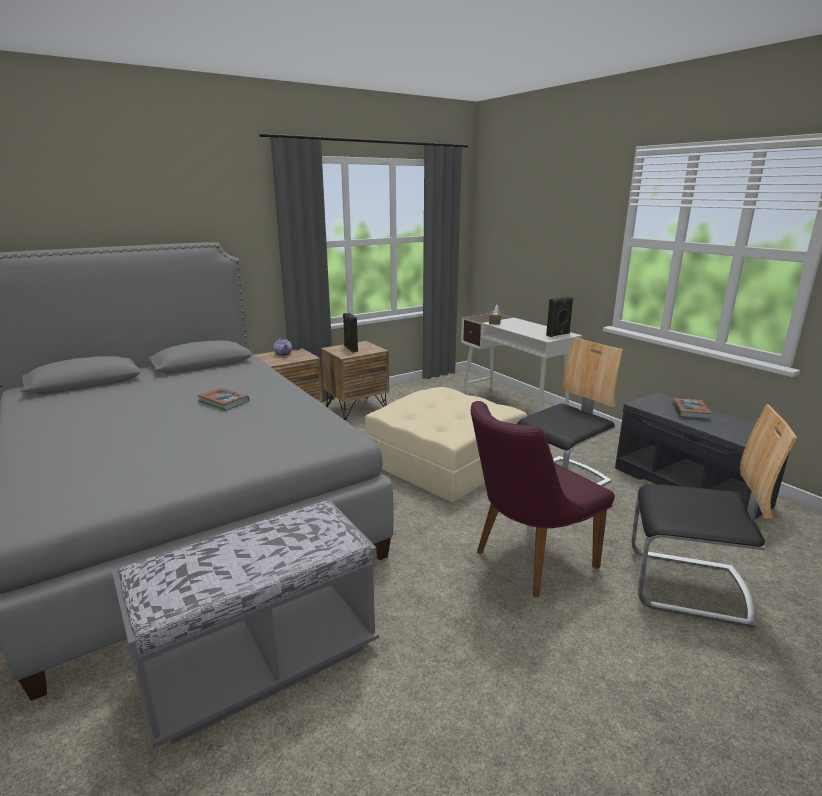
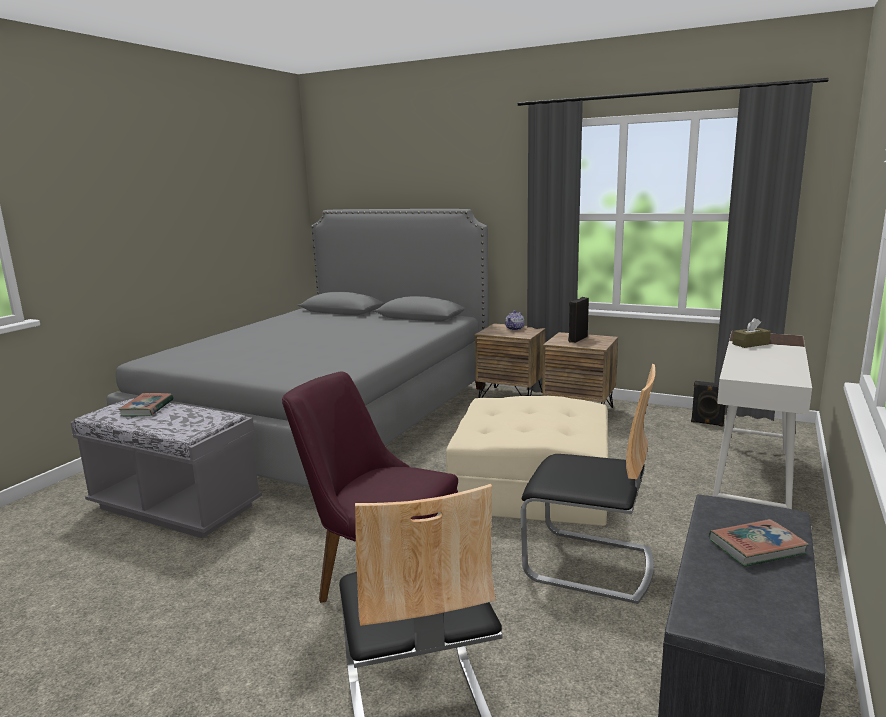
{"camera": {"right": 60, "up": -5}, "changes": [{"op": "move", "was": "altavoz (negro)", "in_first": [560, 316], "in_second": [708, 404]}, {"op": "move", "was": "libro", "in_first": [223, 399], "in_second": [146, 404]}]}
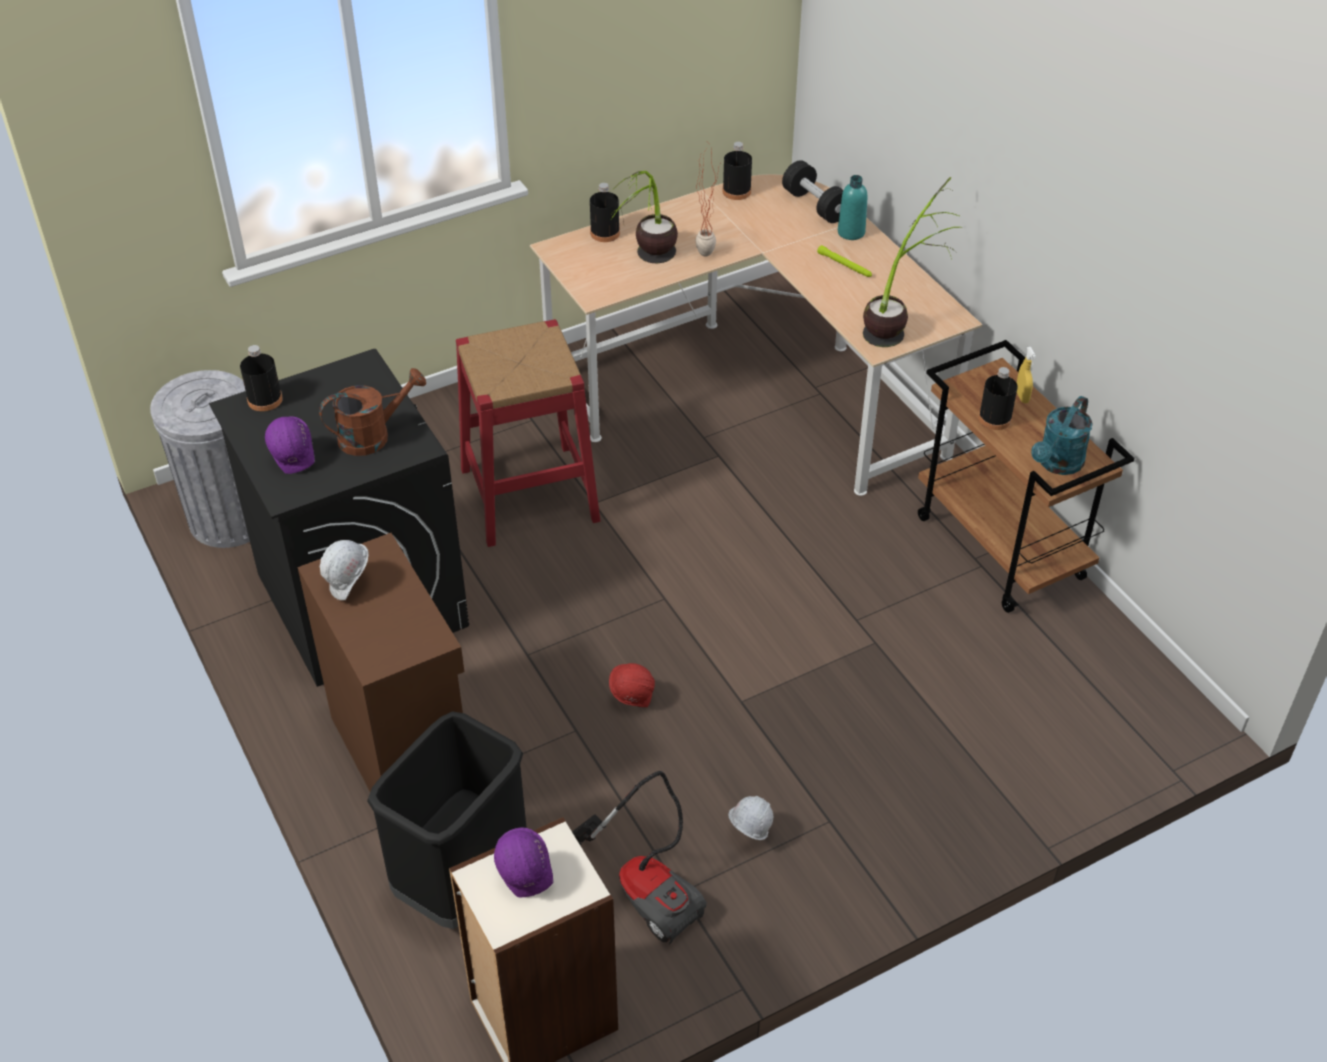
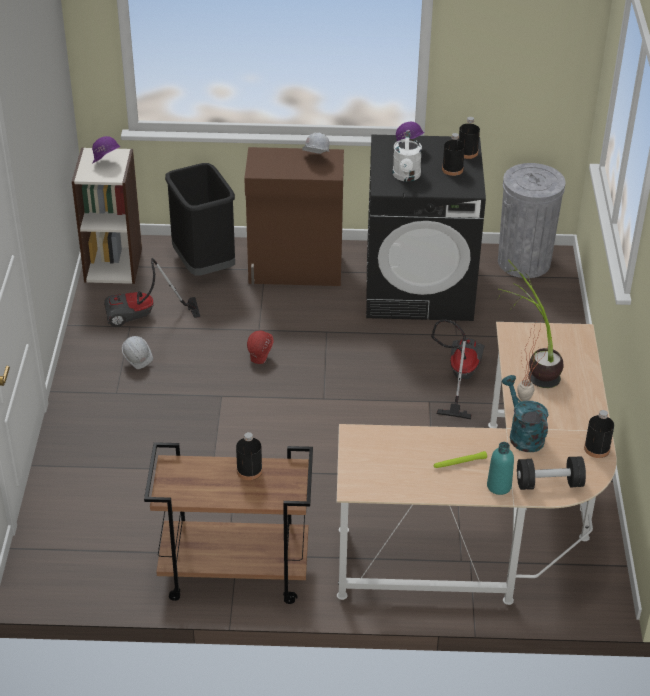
{"camera": {"right": 120, "up": -5}, "changes": [{"op": "delete", "was": "planta en maceta", "in_first": [912, 262]}, {"op": "move", "was": "botella (negro)", "in_first": [605, 212], "in_second": [453, 154]}, {"op": "replace", "was": "taburete (rojo)", "now": "aspiradora", "in_first": [528, 433], "in_second": [458, 369]}, {"op": "delete", "was": "pulverizador (amarillo)", "in_first": [1026, 375]}, {"op": "recolor", "was": "regadera (marrón)", "now": "regadera (blanco)", "in_first": [372, 412], "in_second": [407, 156]}, {"op": "move", "was": "regadera (turquesa)", "in_first": [1062, 435], "in_second": [525, 413]}]}
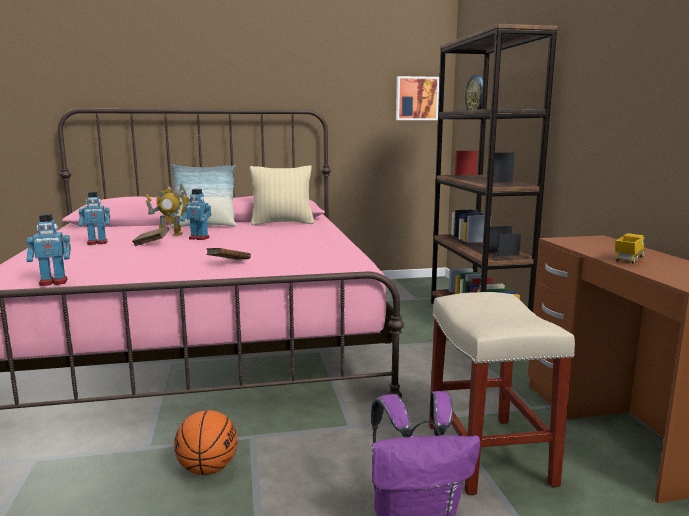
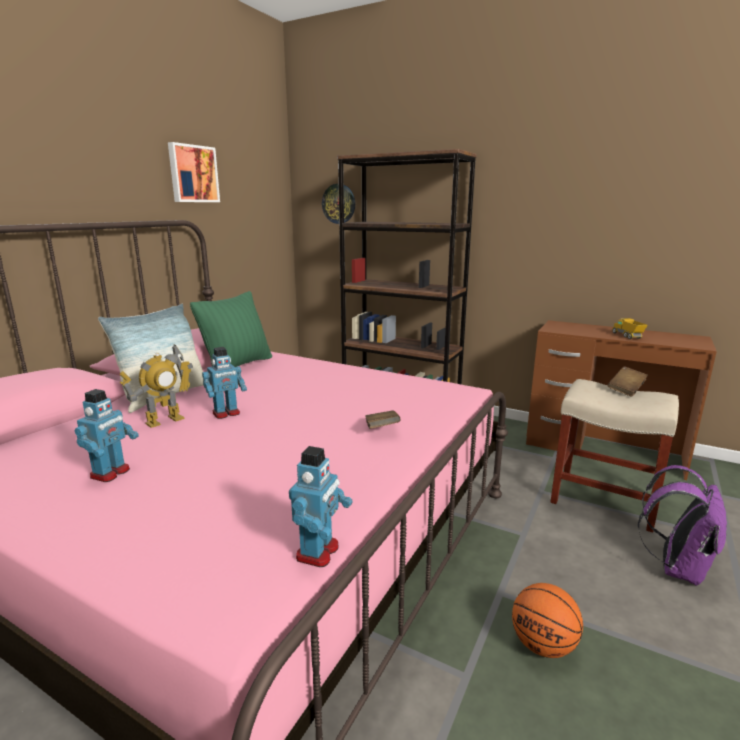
{"camera": {"right": -50, "up": 5}, "changes": [{"op": "move", "was": "cuadro", "in_first": [417, 98], "in_second": [194, 172]}, {"op": "recolor", "was": "cojín (beis)", "now": "cojín (verde)", "in_first": [282, 195], "in_second": [231, 329]}, {"op": "move", "was": "libro (marrón)", "in_first": [151, 236], "in_second": [627, 381]}]}
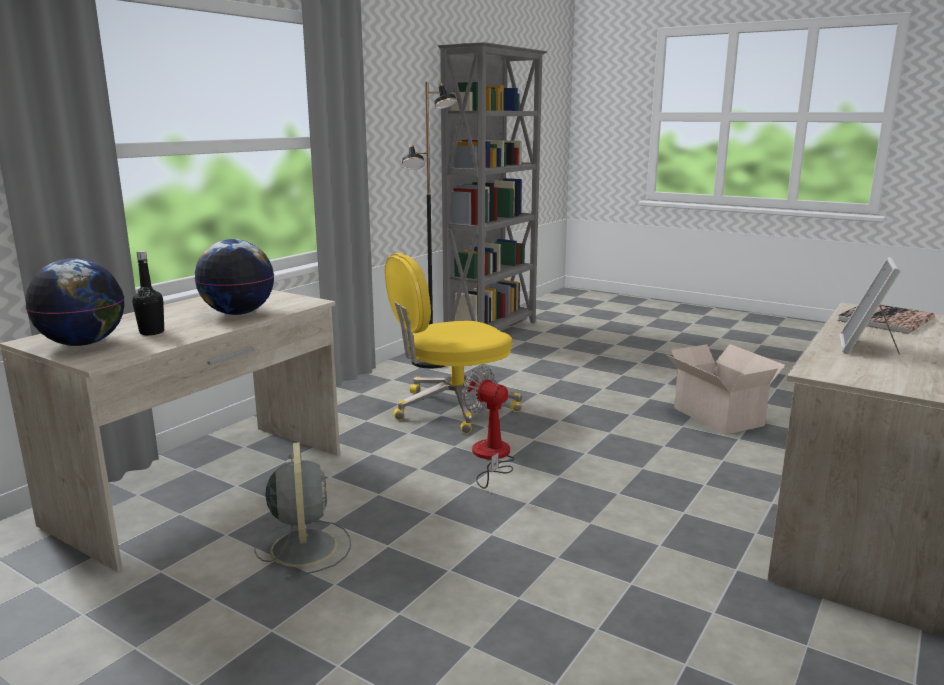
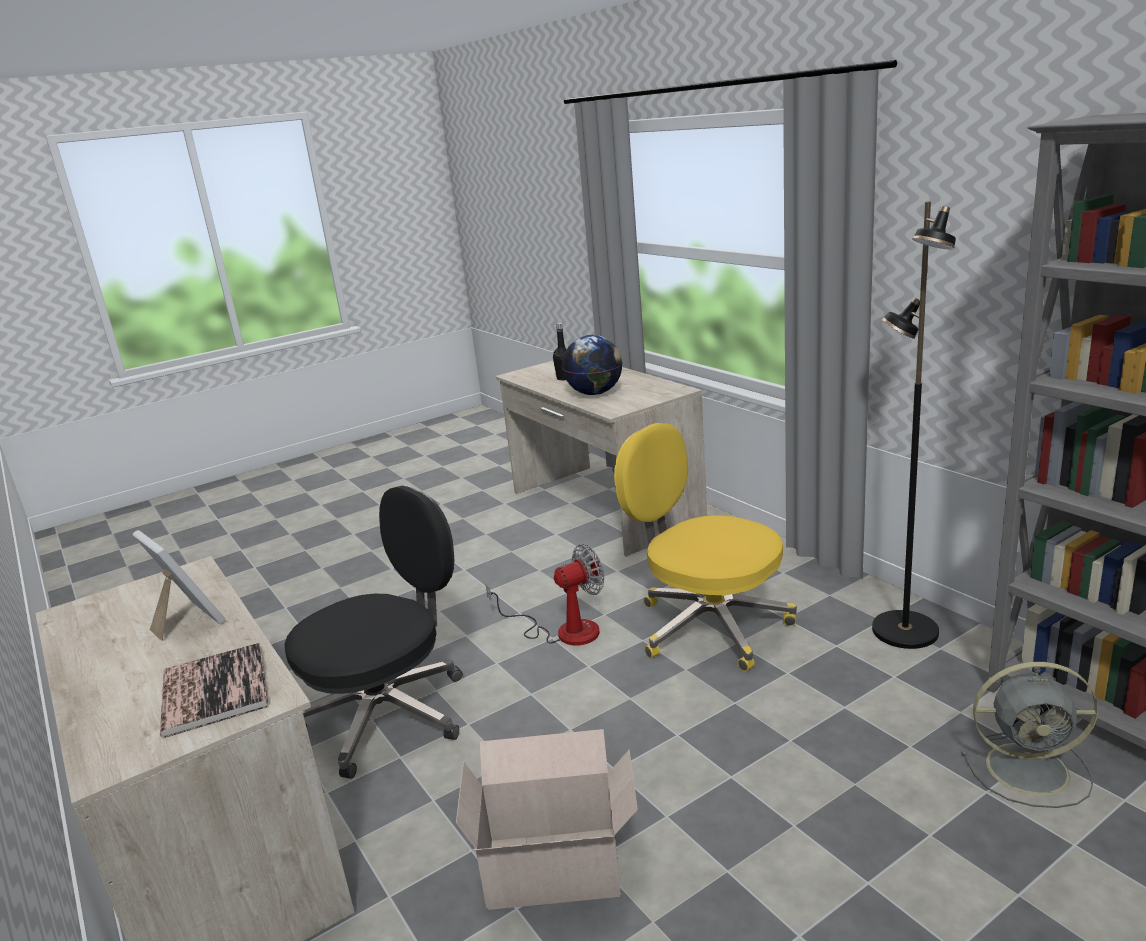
{"camera": {"right": 115, "up": 5}, "changes": [{"op": "rotate", "was": "silla de oficina (amarillo)", "in_first": [453, 343], "in_second": [705, 547], "clockwise": -45}, {"op": "delete", "was": "globo terráqueo", "in_first": [75, 302]}, {"op": "move", "was": "ventilador (gris)", "in_first": [302, 511], "in_second": [1029, 735]}, {"op": "insert", "now": "silla de oficina (negro)", "in_second": [373, 632]}]}
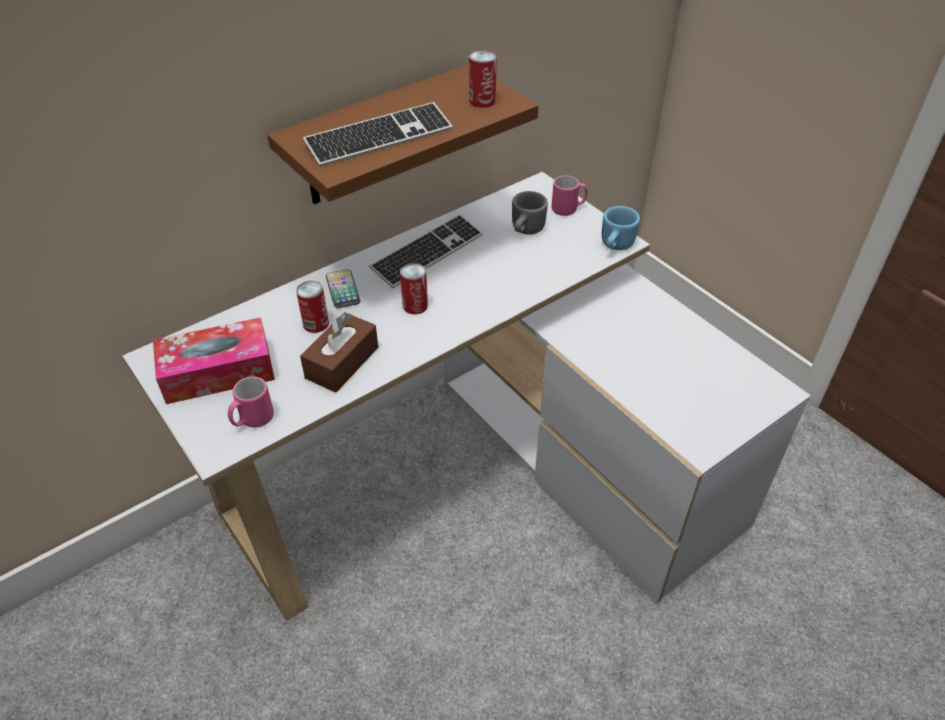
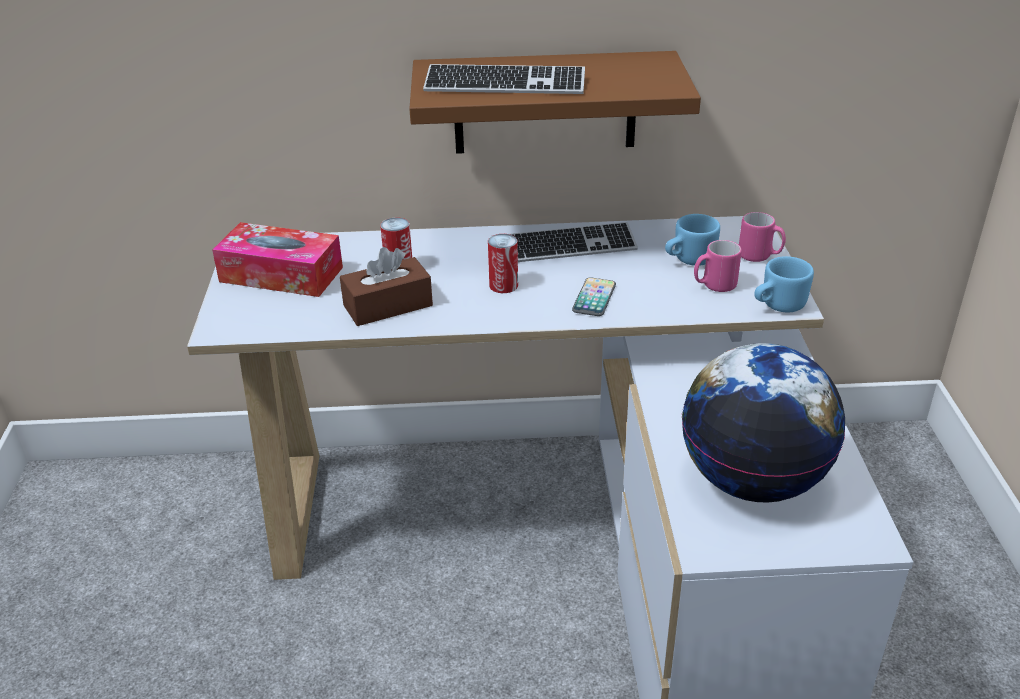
{"camera": {"right": 35, "up": -10}, "changes": [{"op": "delete", "was": "lata", "in_first": [483, 79]}, {"op": "recolor", "was": "taza grande (gris)", "now": "taza grande (azul)", "in_first": [530, 213], "in_second": [692, 240]}, {"op": "move", "was": "móvil", "in_first": [343, 289], "in_second": [594, 296]}, {"op": "move", "was": "taza grande (rosa)", "in_first": [251, 401], "in_second": [718, 266]}, {"op": "insert", "now": "globo terráqueo", "in_second": [763, 423]}]}
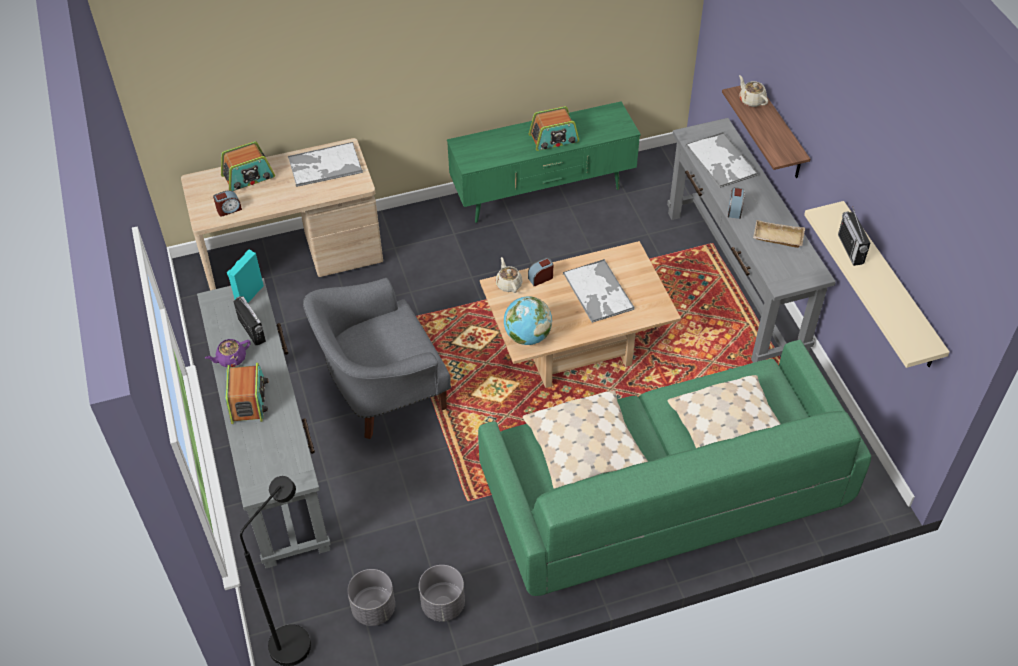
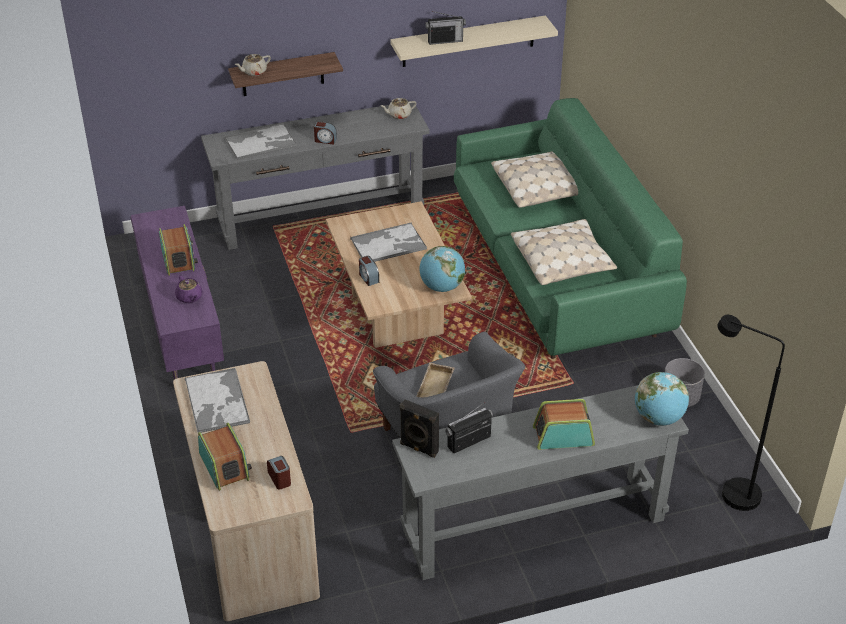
{"camera": {"right": -90, "up": -10}, "changes": [{"op": "recolor", "was": "mueble de televisión (verde)", "now": "mueble de televisión (morado)", "in_first": [544, 162], "in_second": [177, 293]}, {"op": "move", "was": "bandeja (beis)", "in_first": [779, 234], "in_second": [435, 380]}, {"op": "recolor", "was": "altavoz (turquesa)", "now": "altavoz (negro)", "in_first": [245, 276], "in_second": [419, 429]}, {"op": "move", "was": "tetera (beis)", "in_first": [509, 275], "in_second": [398, 108]}, {"op": "move", "was": "tetera (morado)", "in_first": [228, 353], "in_second": [189, 289]}, {"op": "delete", "was": "maceta (gris)", "in_first": [371, 597]}, {"op": "insert", "now": "globo terráqueo", "in_second": [662, 399]}]}
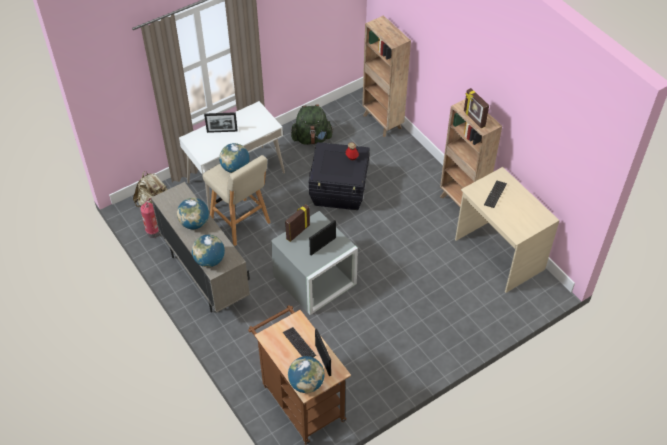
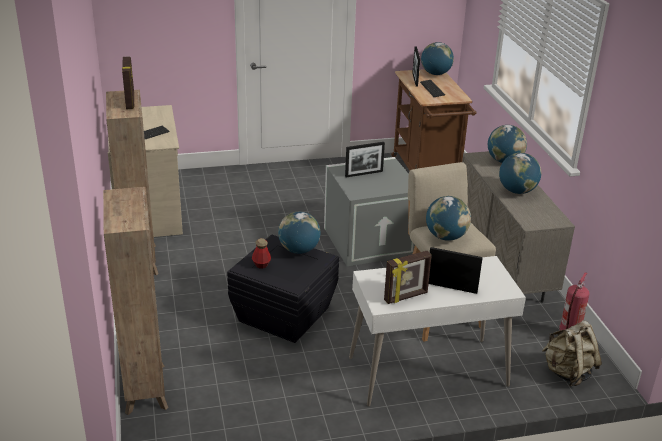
{"camera": {"right": -160, "up": -20}, "changes": [{"op": "delete", "was": "mochila (verde)", "in_first": [312, 124]}, {"op": "move", "was": "portarretratos", "in_first": [297, 223], "in_second": [408, 277]}, {"op": "insert", "now": "globo terráqueo", "in_second": [299, 233]}]}
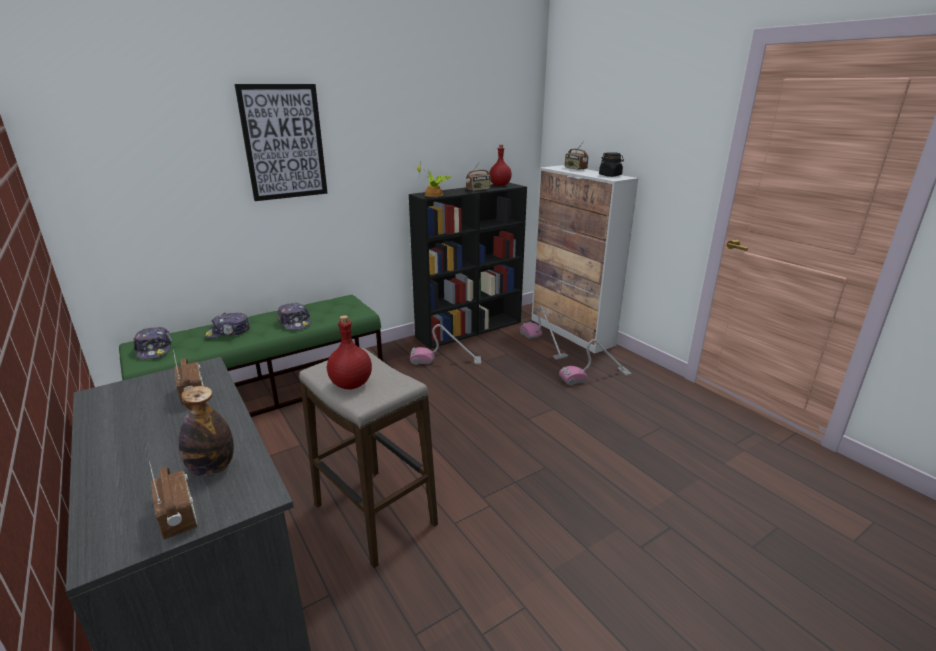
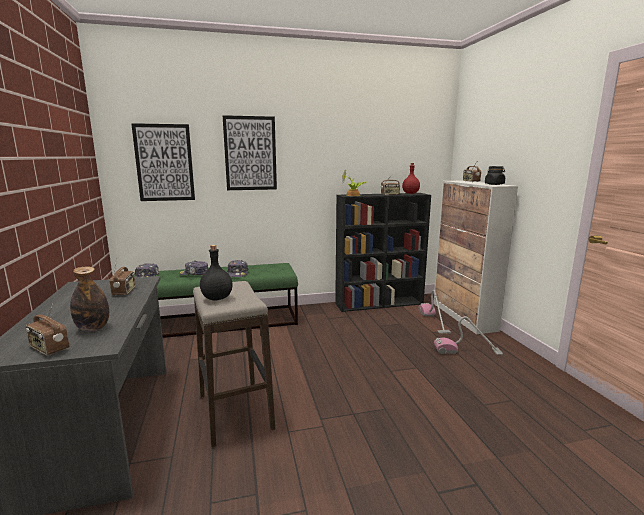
{"camera": {"right": 20, "up": -10}, "changes": [{"op": "recolor", "was": "botella (rojo)", "now": "botella (negro)", "in_first": [349, 352], "in_second": [216, 272]}, {"op": "delete", "was": "aspiradora", "in_first": [445, 344]}, {"op": "rotate", "was": "radio", "in_first": [173, 500], "in_second": [47, 330], "clockwise": 135}, {"op": "insert", "now": "cuadro", "in_second": [163, 162]}]}
